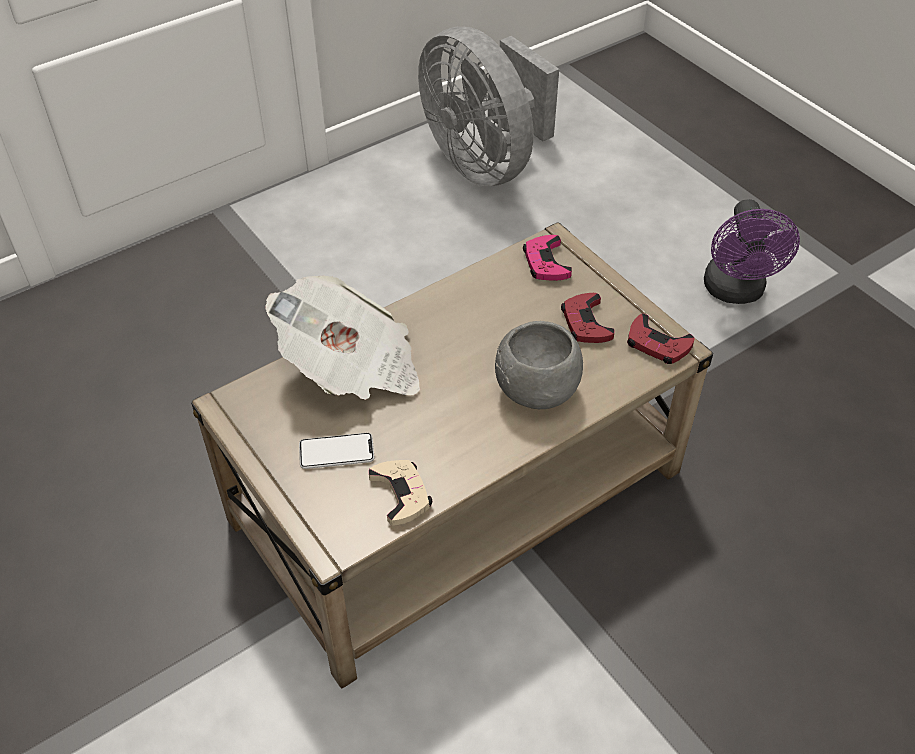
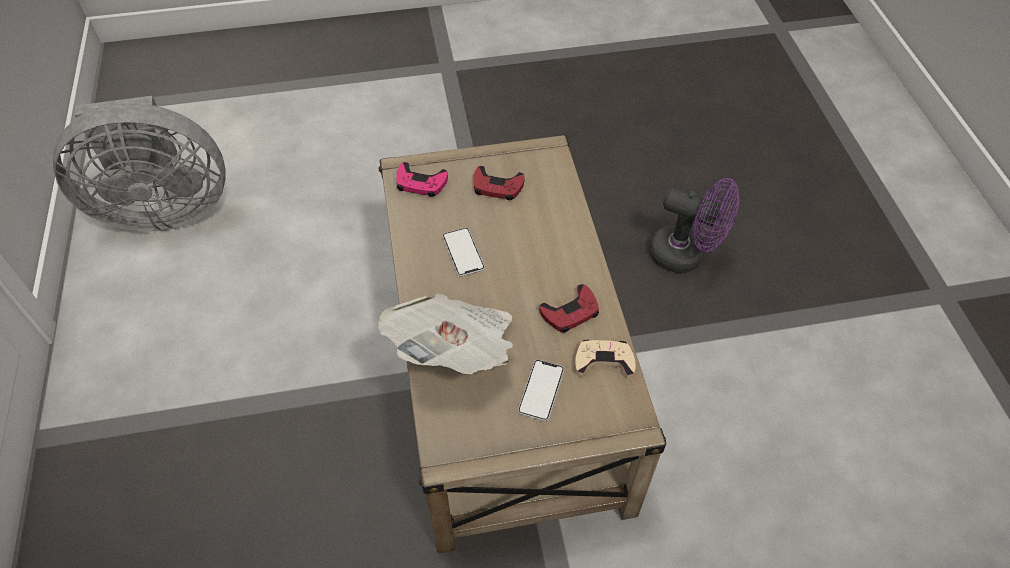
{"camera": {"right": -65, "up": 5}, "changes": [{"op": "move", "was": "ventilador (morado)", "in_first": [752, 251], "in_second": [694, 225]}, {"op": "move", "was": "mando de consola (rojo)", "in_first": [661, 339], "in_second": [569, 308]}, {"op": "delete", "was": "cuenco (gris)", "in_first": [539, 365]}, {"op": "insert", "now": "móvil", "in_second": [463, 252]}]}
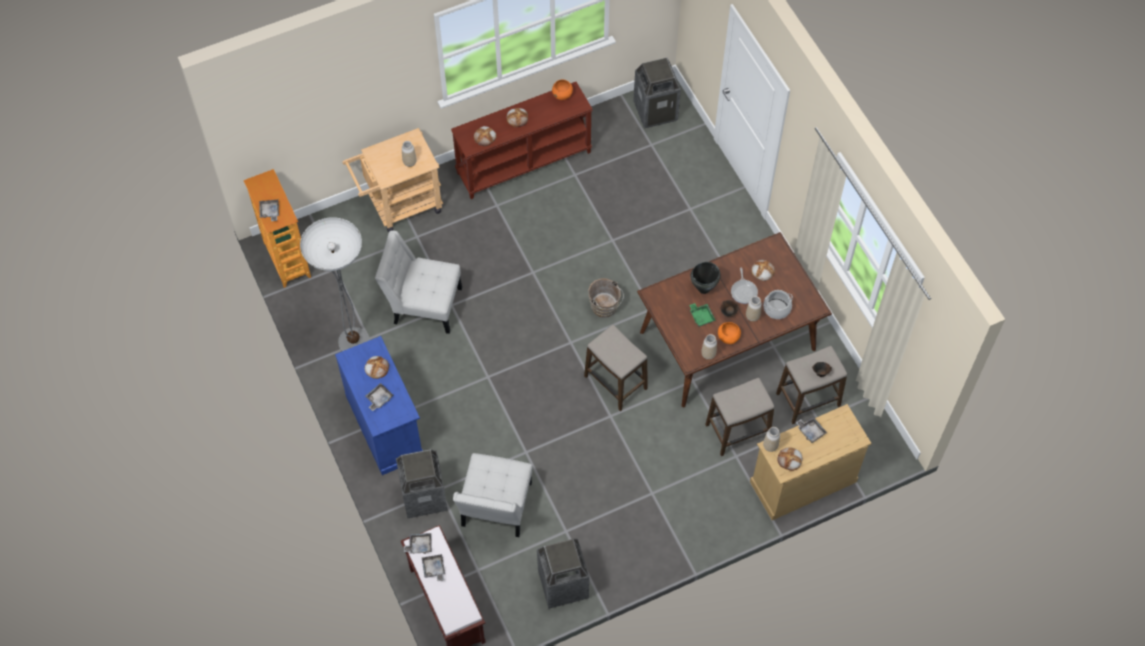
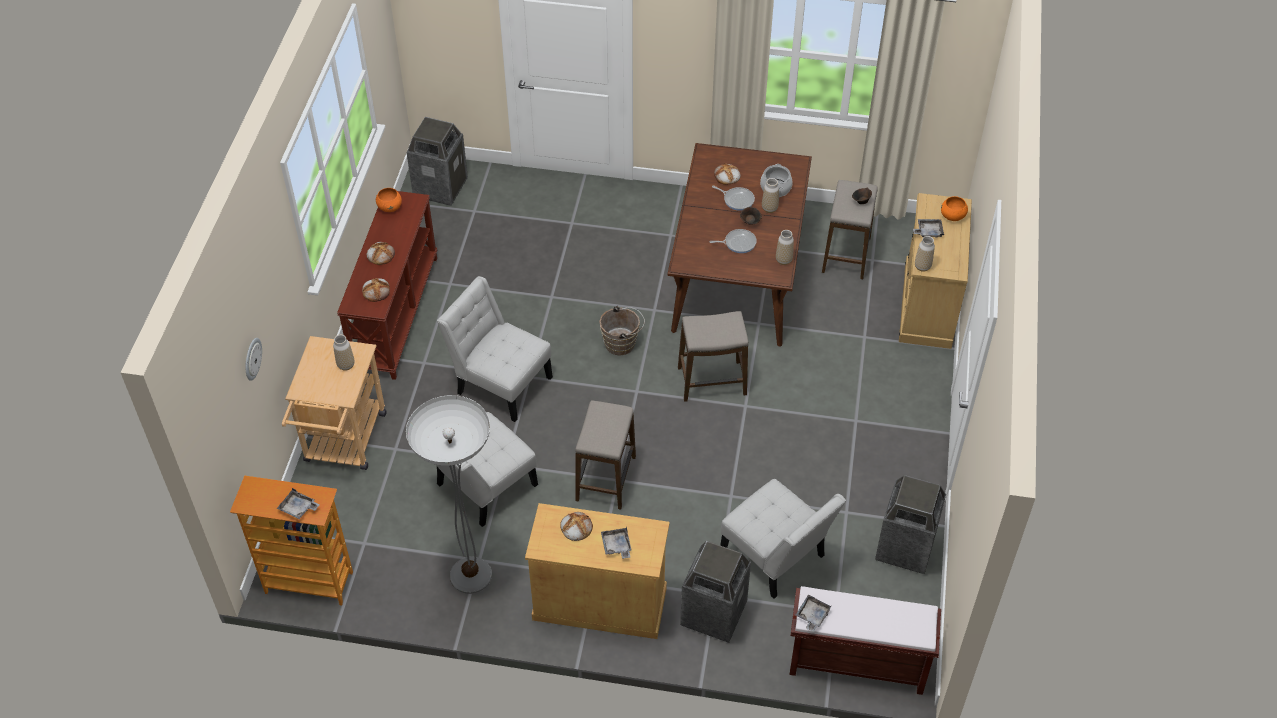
{"camera": {"right": -55, "up": -10}, "changes": [{"op": "delete", "was": "olla (negro)", "in_first": [705, 278]}, {"op": "replace", "was": "bandeja (verde)", "now": "sartén", "in_first": [702, 315], "in_second": [733, 241]}, {"op": "move", "was": "cuenco (naranja)", "in_first": [729, 333], "in_second": [954, 208]}, {"op": "recolor", "was": "armario (azul)", "now": "armario (beis)", "in_first": [379, 405], "in_second": [597, 571]}, {"op": "move", "was": "taburete", "in_first": [739, 417], "in_second": [605, 455]}, {"op": "delete", "was": "pan", "in_first": [790, 459]}, {"op": "delete", "was": "bandeja (gris)", "in_first": [433, 567]}, {"op": "insert", "now": "silla (blanco)", "in_second": [495, 349]}, {"op": "insert", "now": "reloj de pared", "in_second": [253, 359]}]}
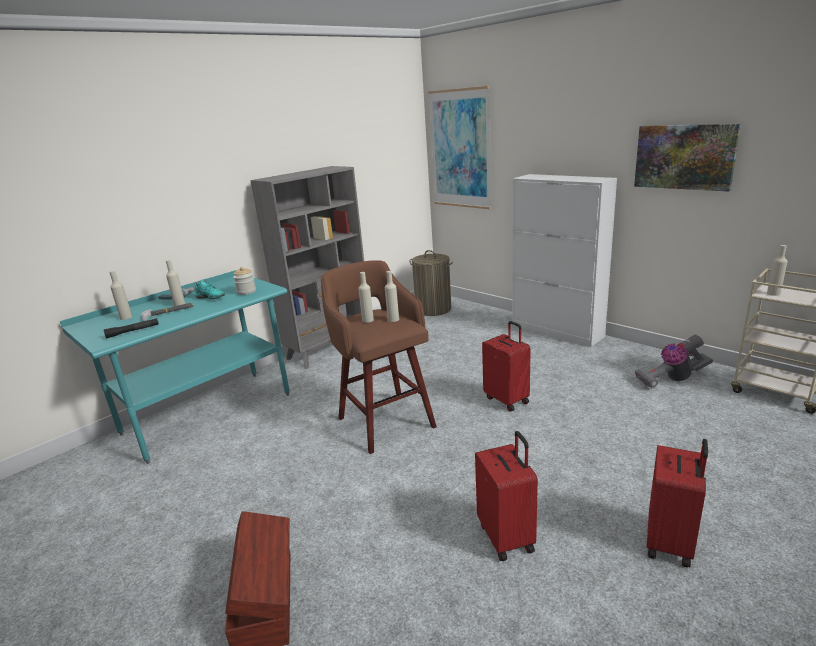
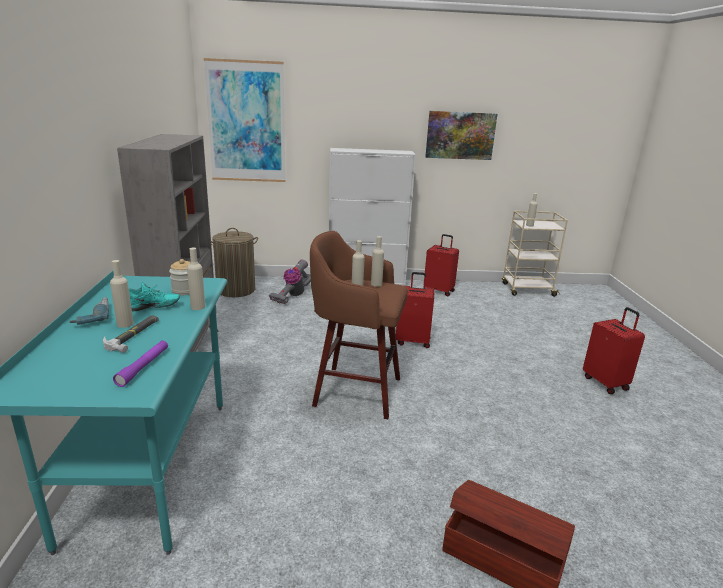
{"camera": {"right": -50, "up": 0}, "changes": [{"op": "move", "was": "botella (beis)", "in_first": [121, 295], "in_second": [196, 279]}, {"op": "recolor", "was": "linterna (negro)", "now": "linterna (morado)", "in_first": [131, 328], "in_second": [140, 363]}, {"op": "move", "was": "aspiradora", "in_first": [674, 362], "in_second": [290, 281]}, {"op": "move", "was": "maleta (rojo)", "in_first": [506, 496], "in_second": [441, 265]}]}
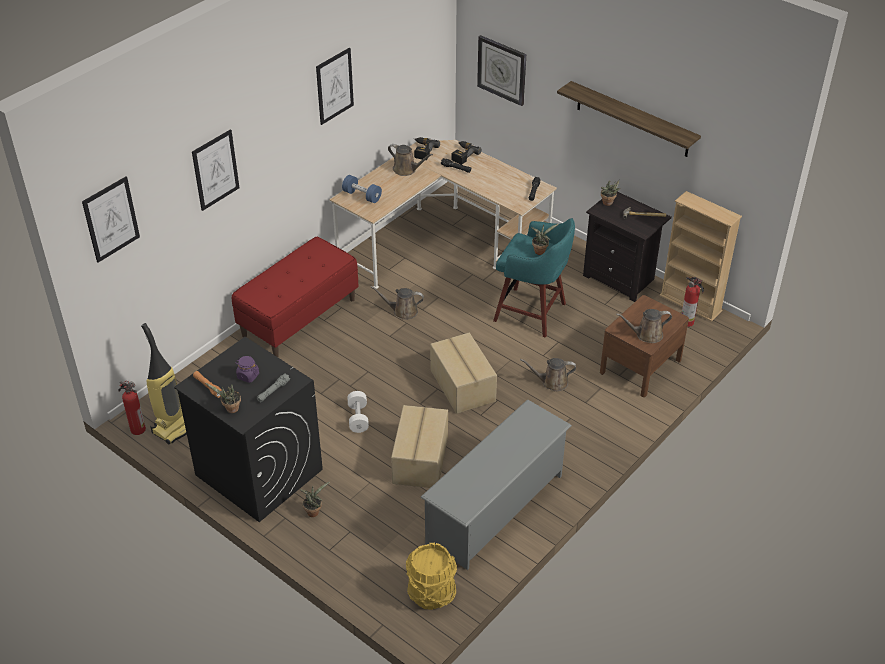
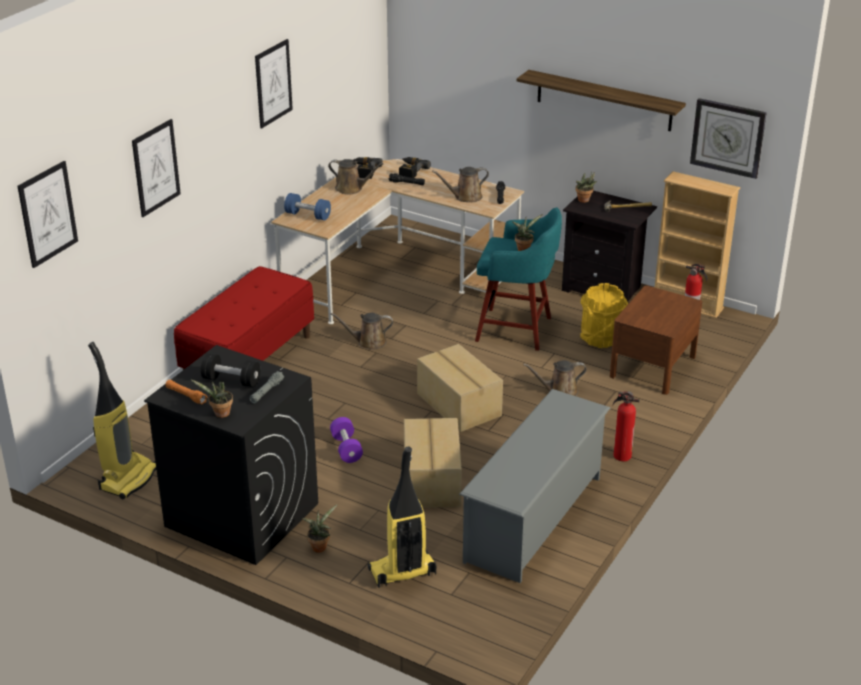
{"camera": {"right": -10, "up": -10}, "changes": [{"op": "move", "was": "reloj de pared", "in_first": [501, 70], "in_second": [728, 138]}, {"op": "move", "was": "regadera (marrón)", "in_first": [644, 326], "in_second": [460, 184]}, {"op": "replace", "was": "tarro (morado)", "now": "mancuerna (negro)", "in_first": [247, 369], "in_second": [230, 370]}, {"op": "move", "was": "extintor", "in_first": [132, 408], "in_second": [626, 426]}, {"op": "recolor", "was": "mancuerna (blanco)", "now": "mancuerna (morado)", "in_first": [358, 412], "in_second": [346, 440]}, {"op": "move", "was": "cubo (amarillo)", "in_first": [431, 576], "in_second": [604, 315]}, {"op": "insert", "now": "aspiradora", "in_second": [402, 517]}]}
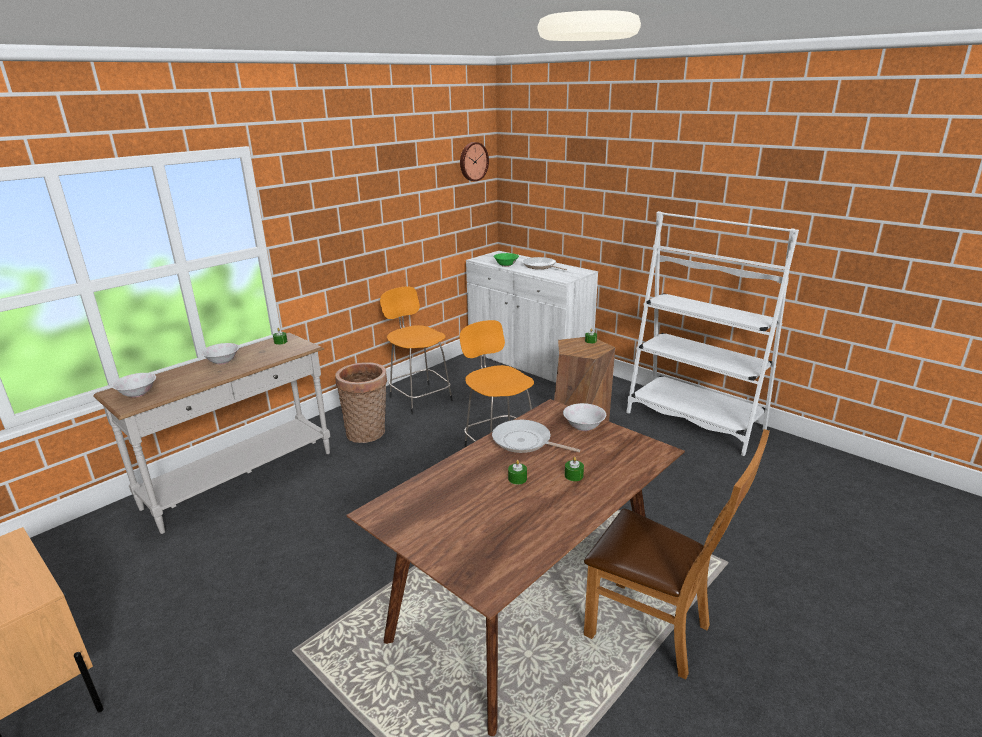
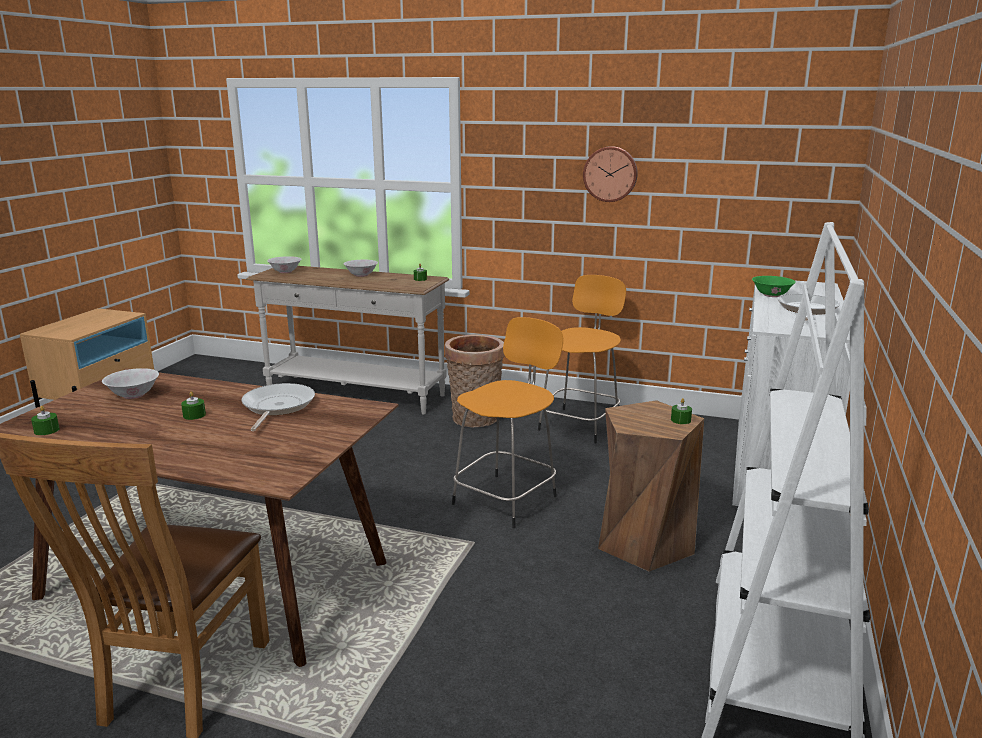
{"camera": {"right": 65, "up": -5}, "changes": [{"op": "move", "was": "reloj de pared", "in_first": [474, 161], "in_second": [610, 174]}, {"op": "move", "was": "cuenco (blanco)", "in_first": [584, 417], "in_second": [130, 383]}, {"op": "move", "was": "vela (verde)", "in_first": [574, 469], "in_second": [45, 420]}]}
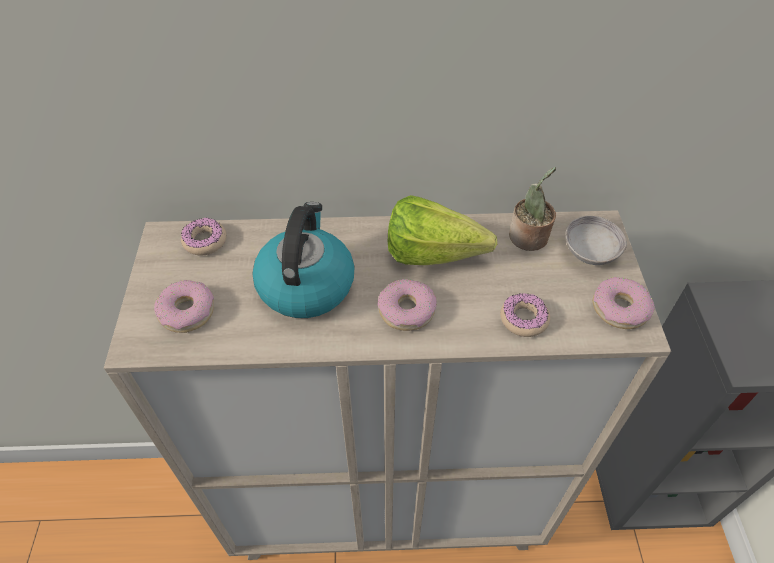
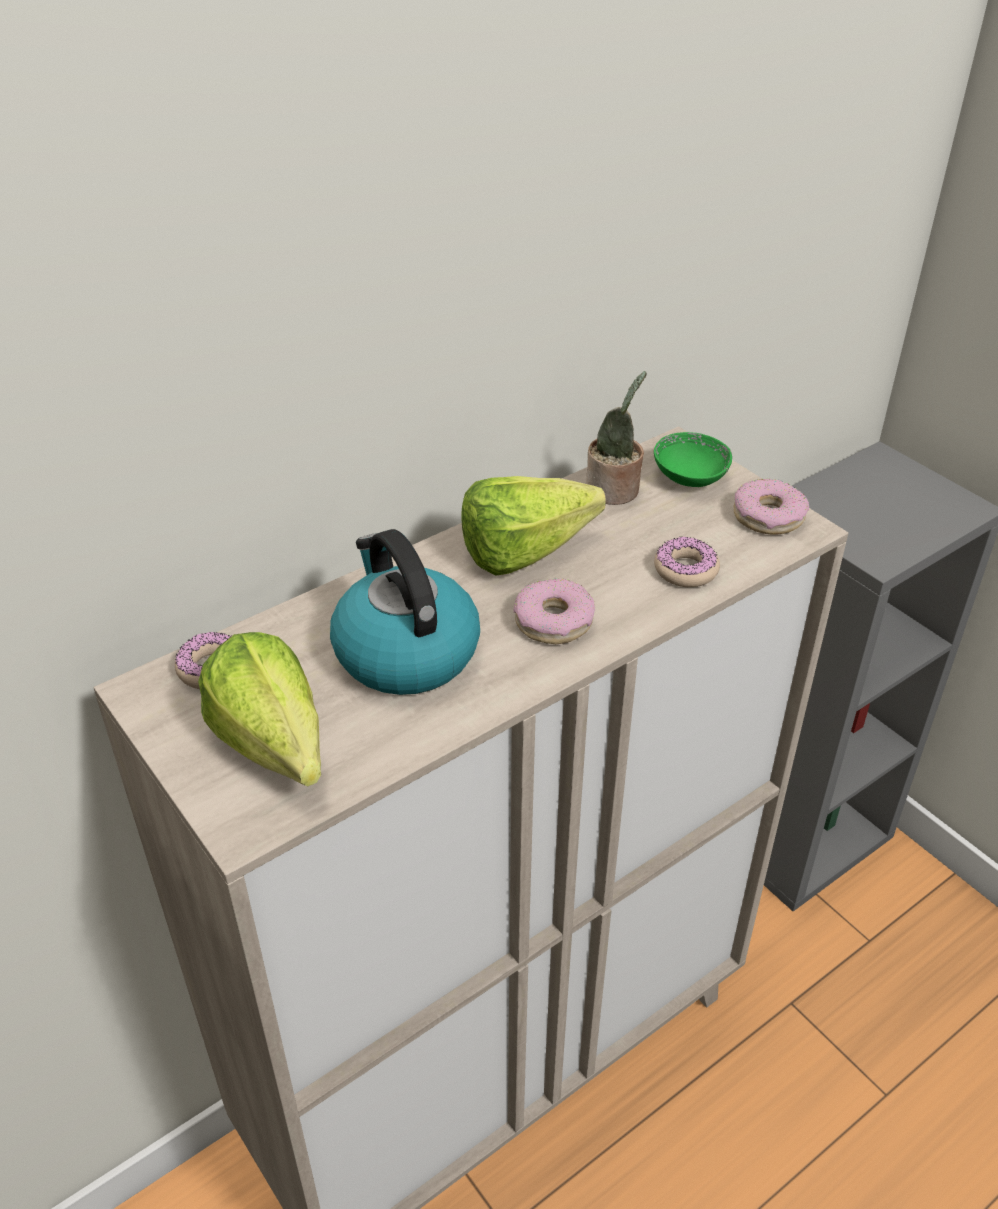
{"camera": {"right": -35, "up": -10}, "changes": [{"op": "recolor", "was": "cuenco (gris)", "now": "cuenco (verde)", "in_first": [596, 240], "in_second": [693, 459]}, {"op": "replace", "was": "rosquilla", "now": "lechuga", "in_first": [184, 306], "in_second": [259, 709]}]}
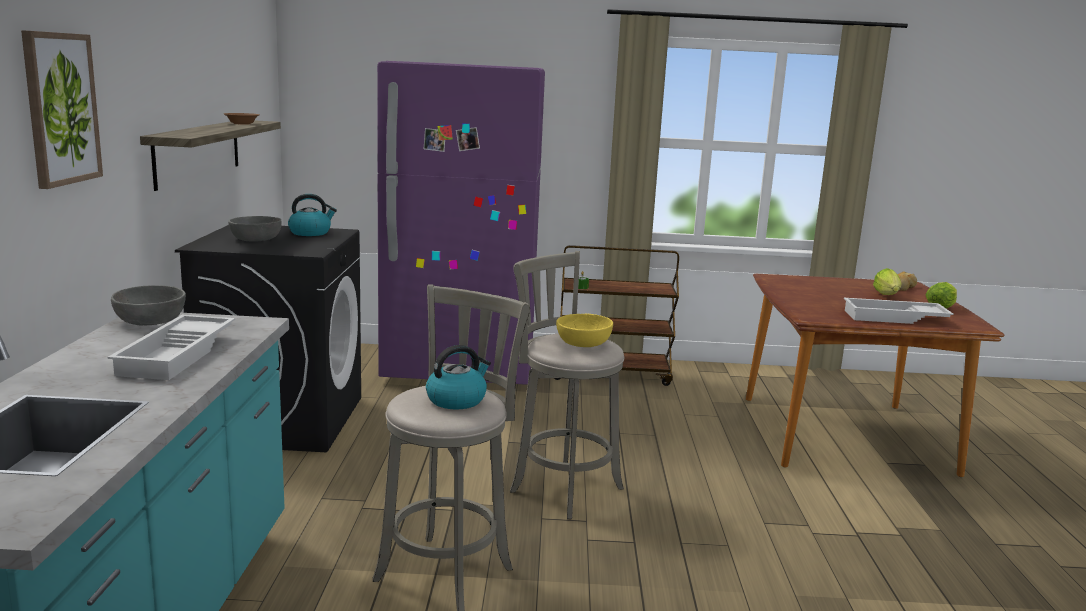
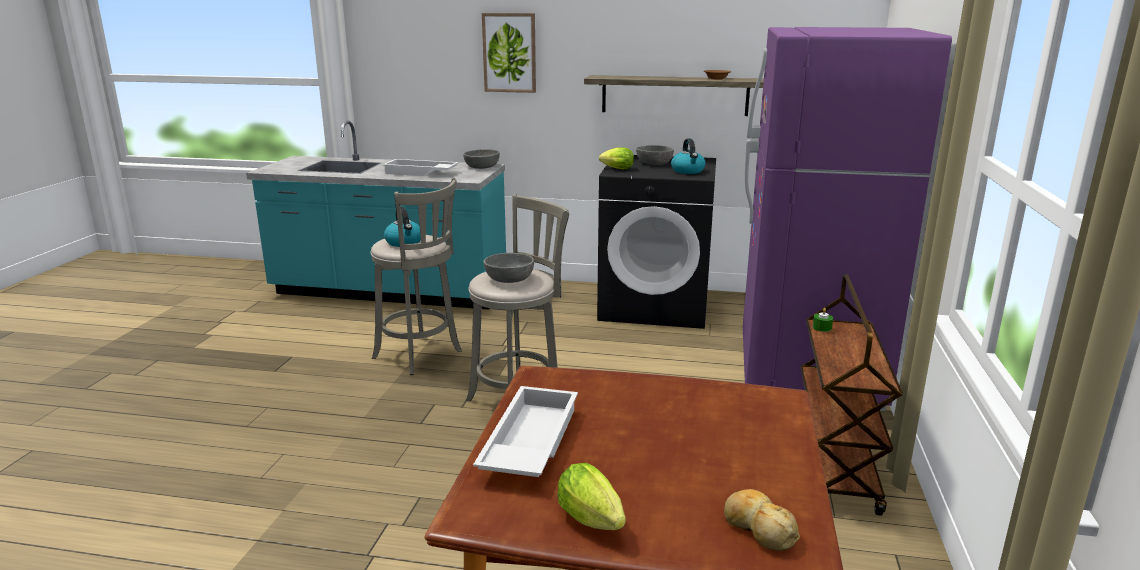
{"camera": {"right": 100, "up": 5}, "changes": [{"op": "move", "was": "lechuga", "in_first": [887, 281], "in_second": [616, 158]}, {"op": "recolor", "was": "cuenco (amarillo)", "now": "cuenco (gris)", "in_first": [584, 330], "in_second": [508, 268]}]}
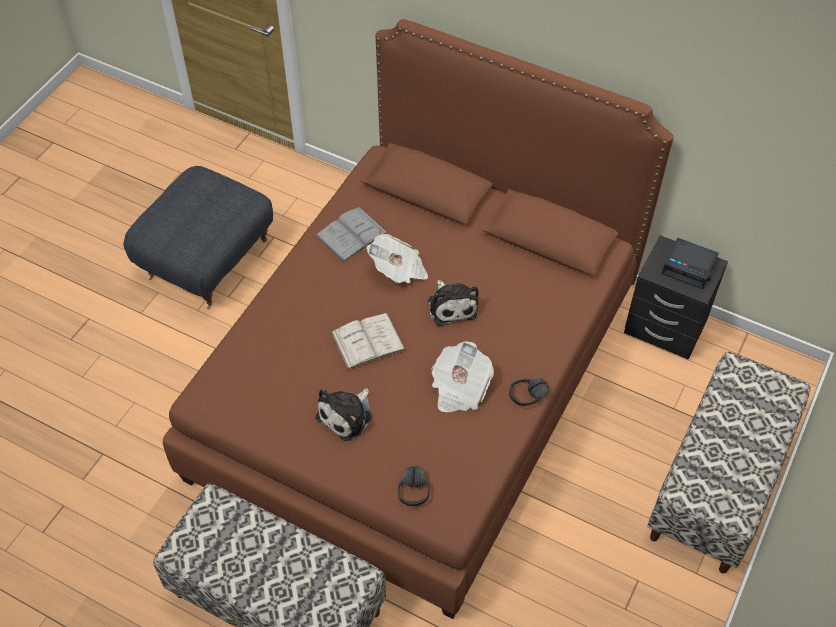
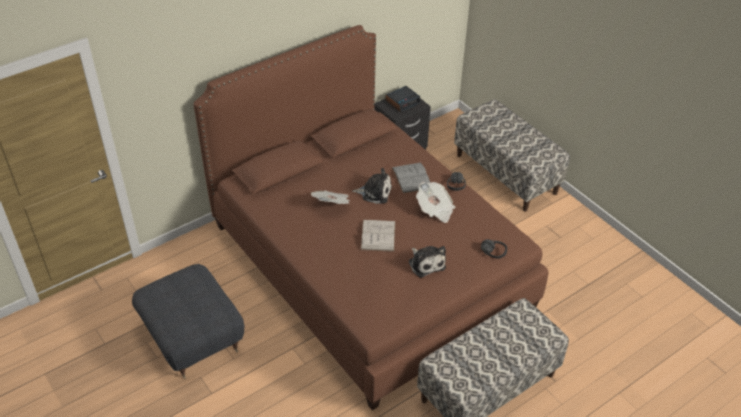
{"camera": {"right": -65, "up": -10}, "changes": [{"op": "move", "was": "libro (gris)", "in_first": [352, 235], "in_second": [411, 177]}]}
